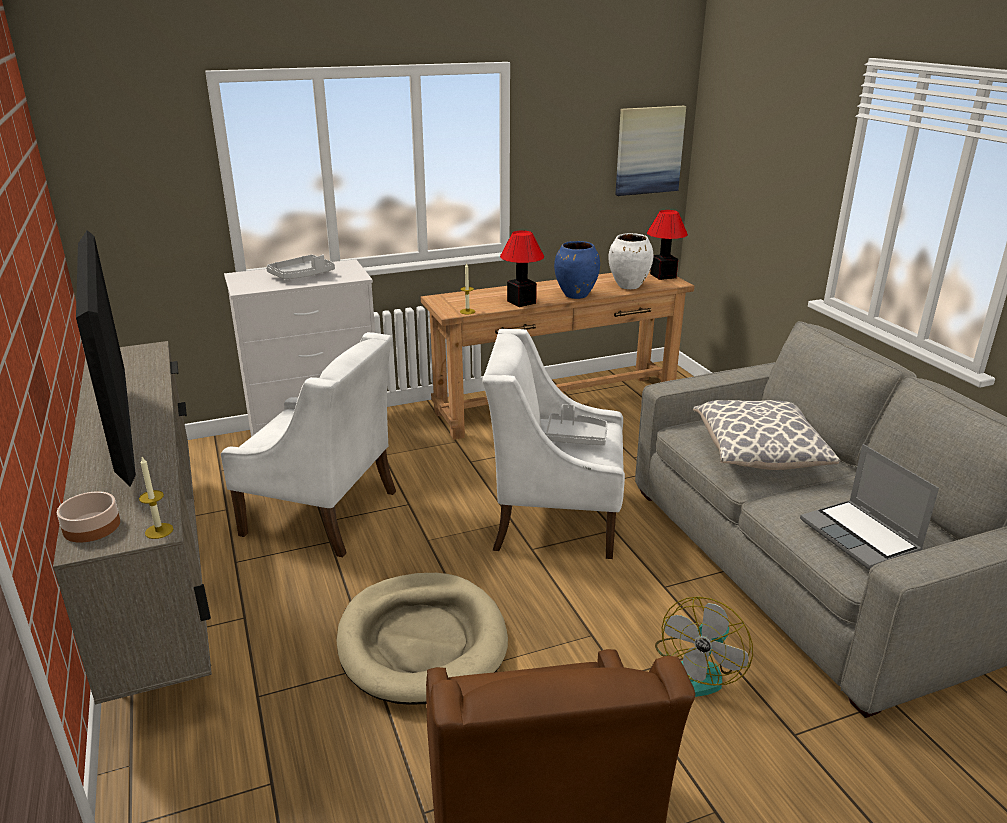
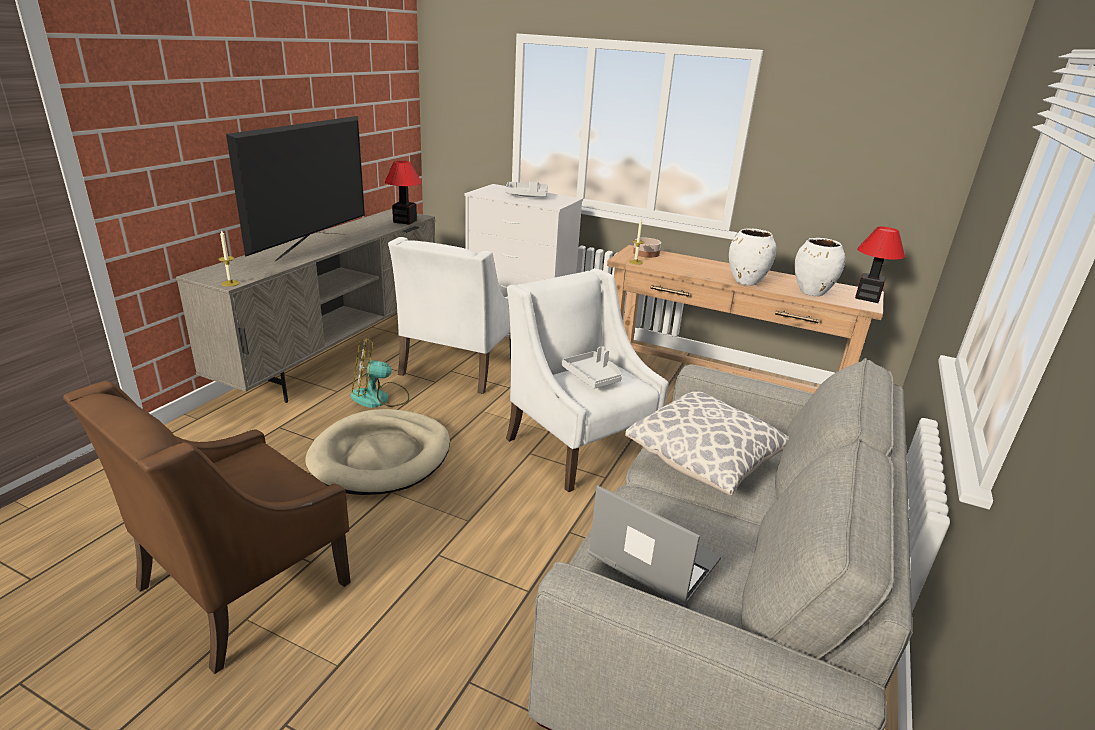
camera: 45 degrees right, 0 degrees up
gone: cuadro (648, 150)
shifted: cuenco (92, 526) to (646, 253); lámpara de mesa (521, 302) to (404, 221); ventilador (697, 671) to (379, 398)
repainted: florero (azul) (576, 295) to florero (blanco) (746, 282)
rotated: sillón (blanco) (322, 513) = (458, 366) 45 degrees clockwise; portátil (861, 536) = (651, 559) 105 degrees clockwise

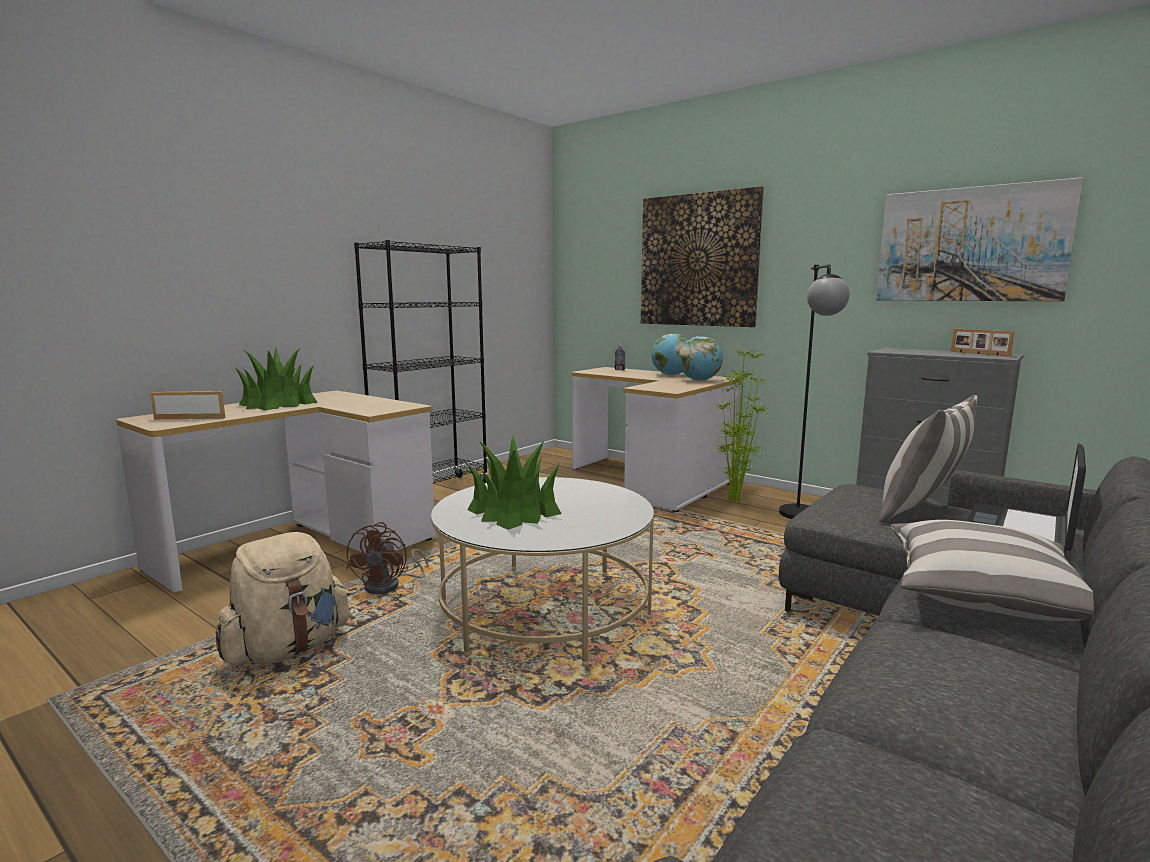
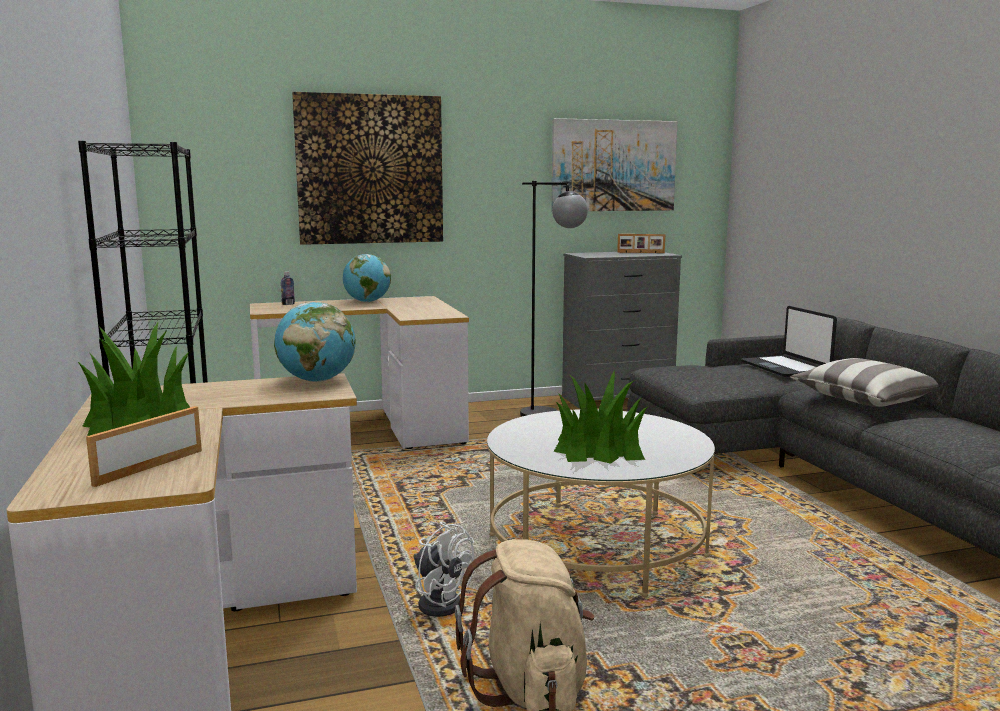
camera: 55 degrees left, 0 degrees up
gone: planta en maceta (736, 502); cojín (922, 511)
shifted: globo terráqueo (699, 380) to (317, 380)
repainted: ventilador (marrón) (390, 586) to ventilador (blanco) (440, 602)

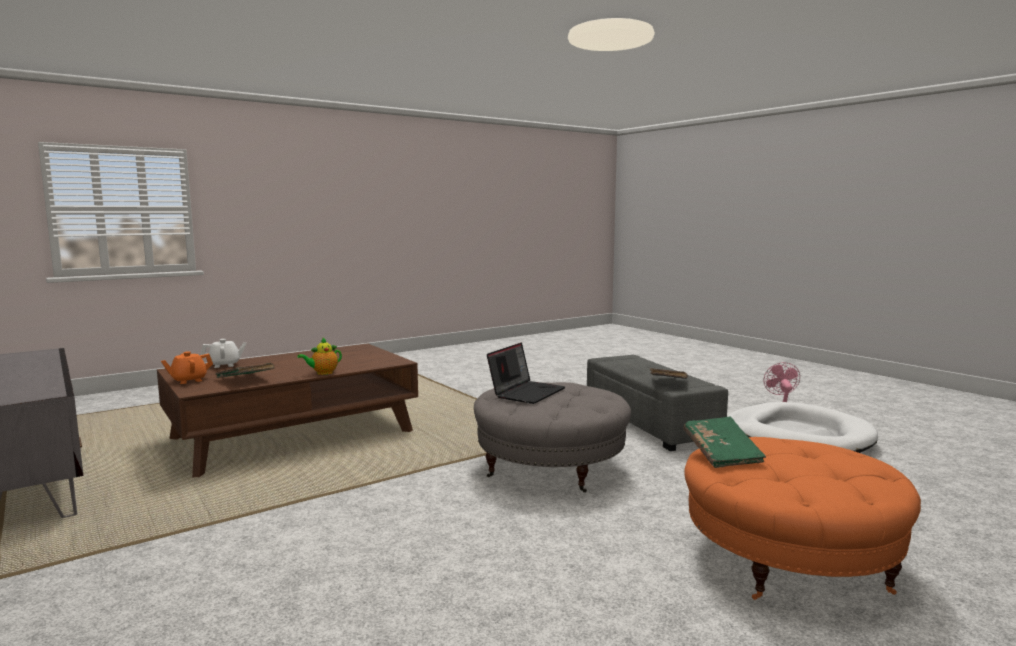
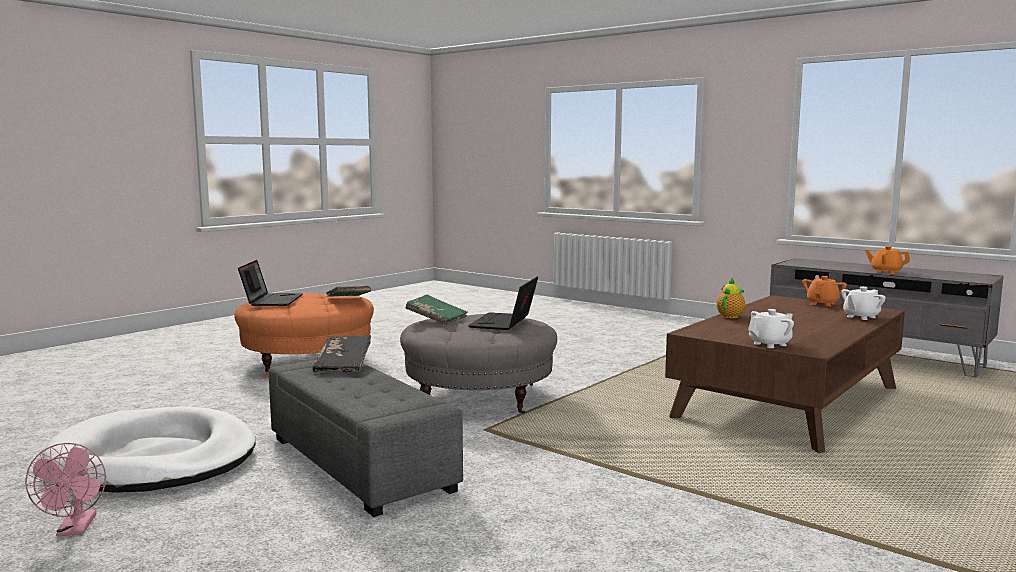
camera: 165 degrees right, 0 degrees up
new: portátil (272, 300); tetera (blanco) (770, 344); tetera (naranja) (886, 272)
shifted: libro (verde) (245, 380) to (436, 319)

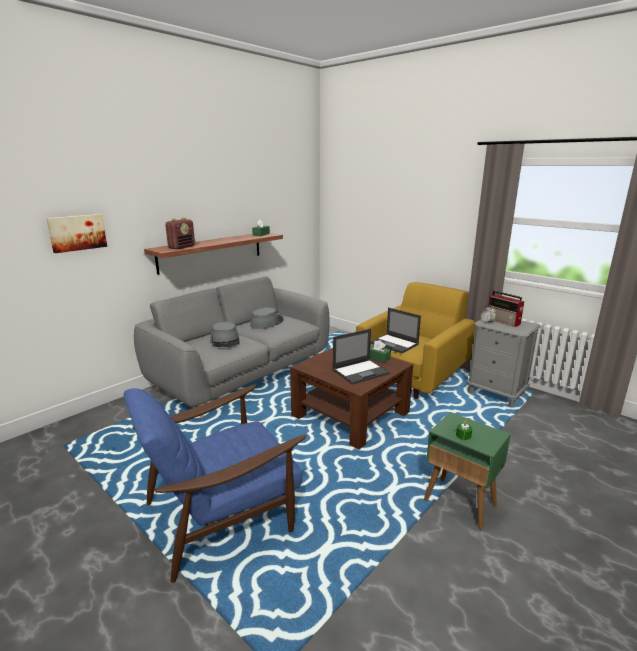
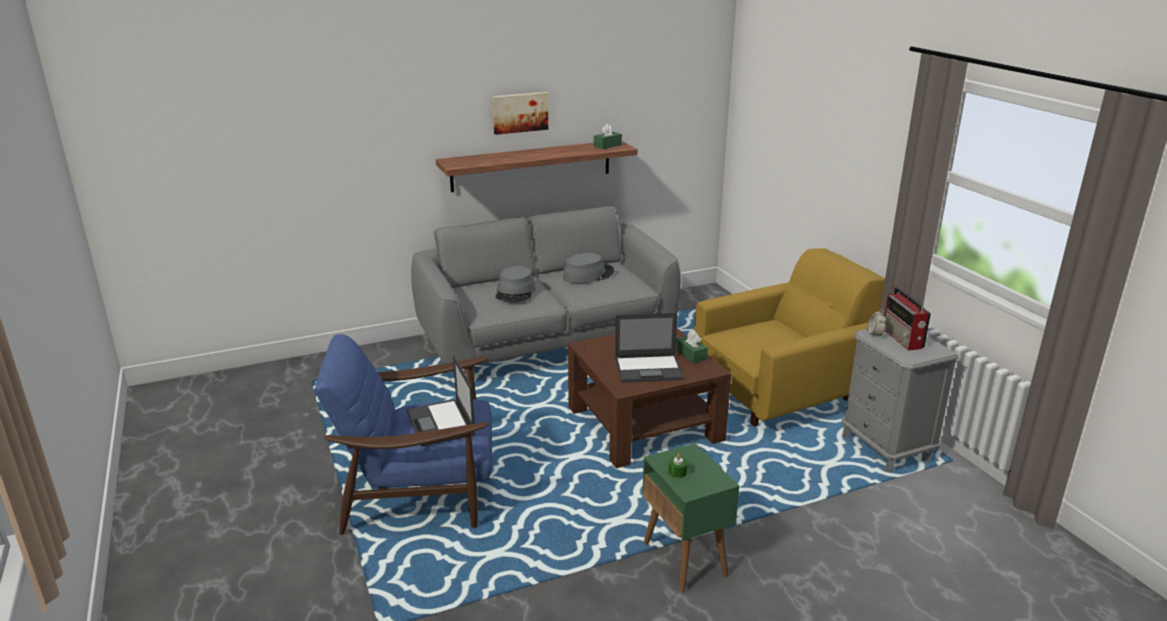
camera: 25 degrees right, 5 degrees up
gone: radio (182, 247)
shifted: cuadro (77, 232) to (519, 112); portátil (394, 344) to (441, 423)

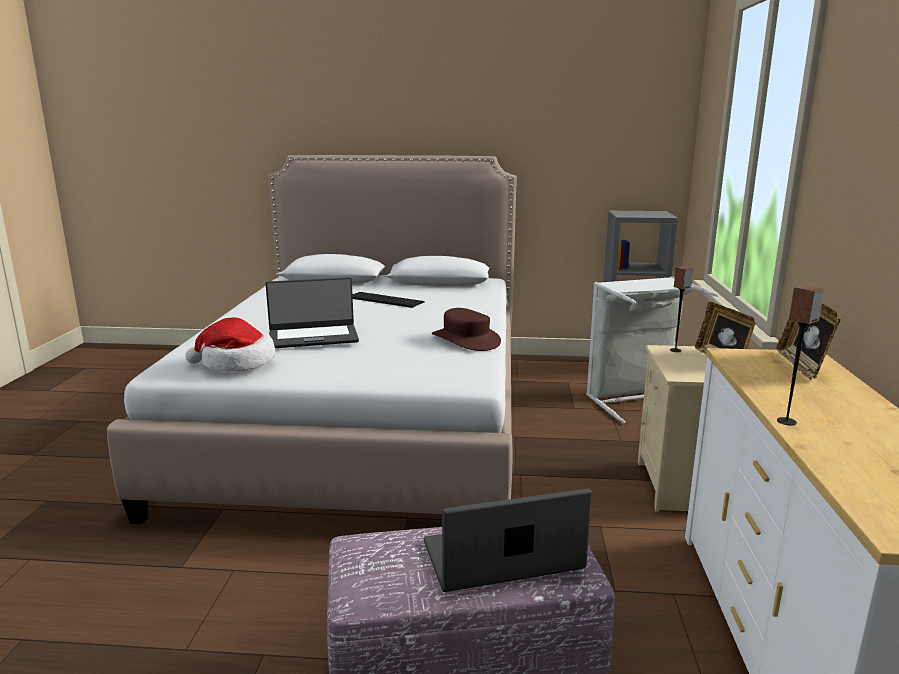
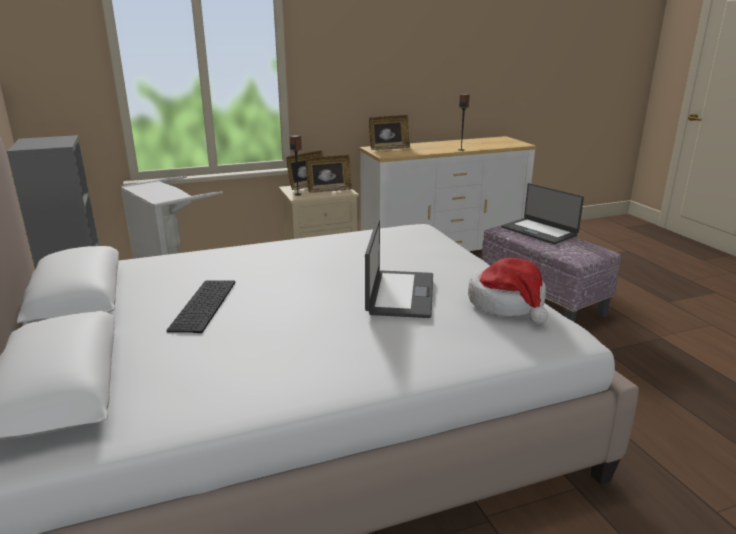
camera: 115 degrees left, 5 degrees up
gone: sombrero (marrón) (466, 339)
new: portarretratos (329, 190)
rotated: portátil (313, 337) = (399, 294) 45 degrees clockwise

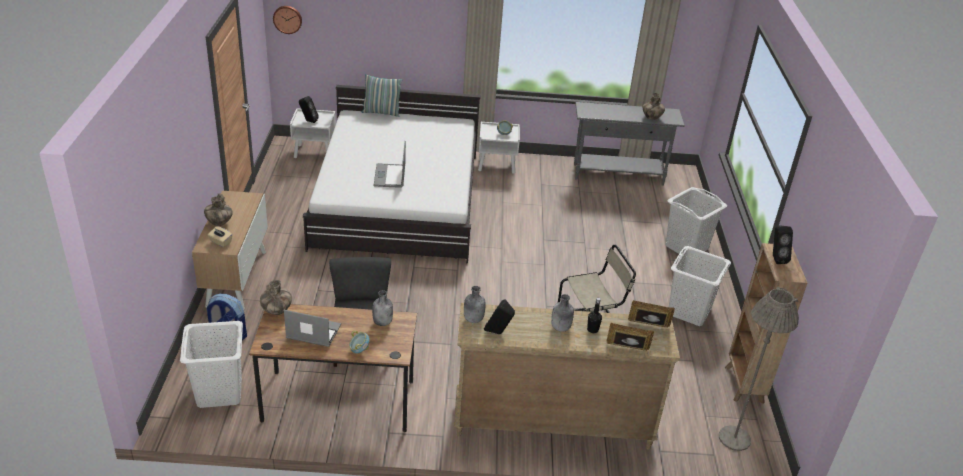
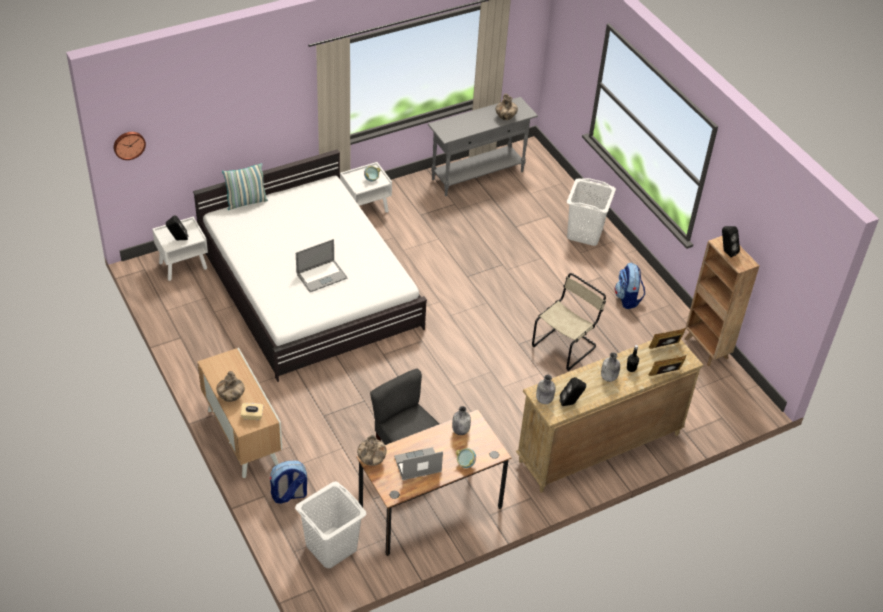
camera: 30 degrees left, 10 degrees up
gone: lámpara de pie (gris) (734, 438)
swapped: cesto de la ropa (blanco) (689, 312) to mochila (627, 299)
rotated: portátil (389, 176) = (321, 276) 90 degrees counterclockwise

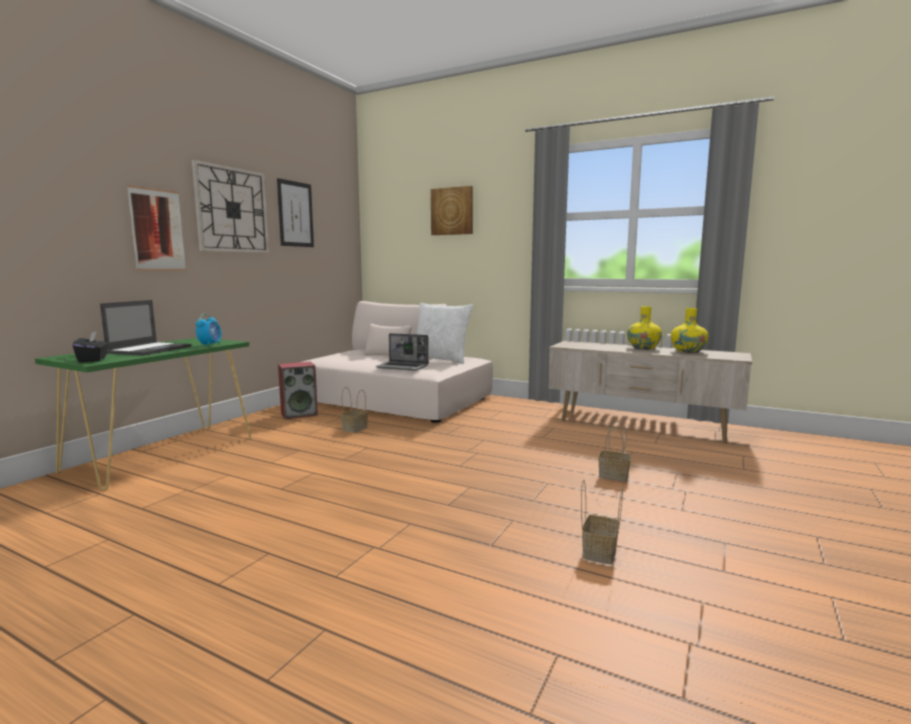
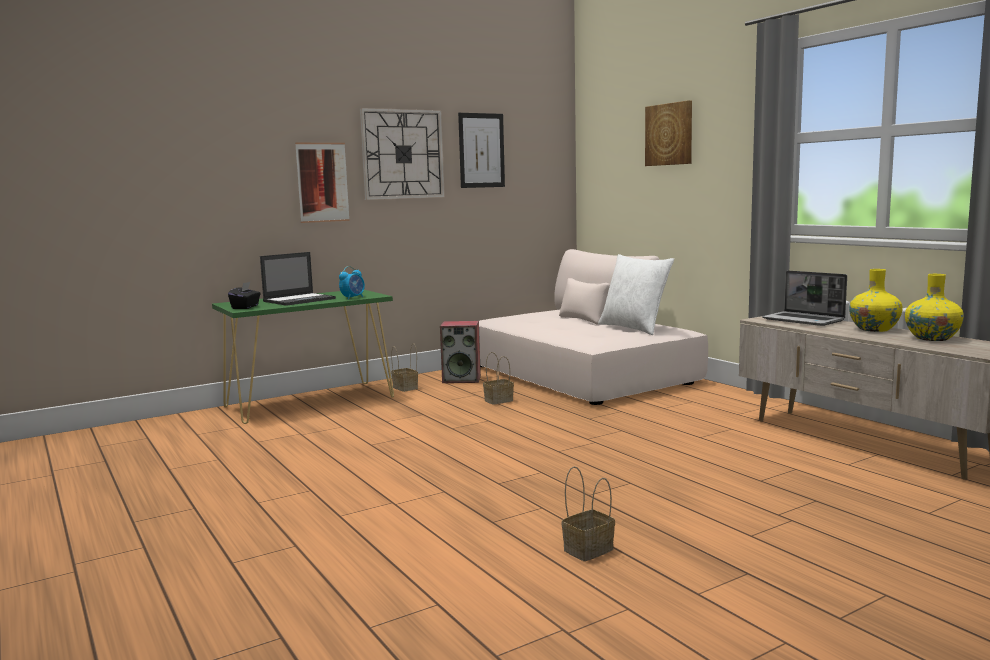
camera: 30 degrees right, 0 degrees up
shifted: portátil (403, 367) to (804, 320); cesta (614, 475) to (406, 388)

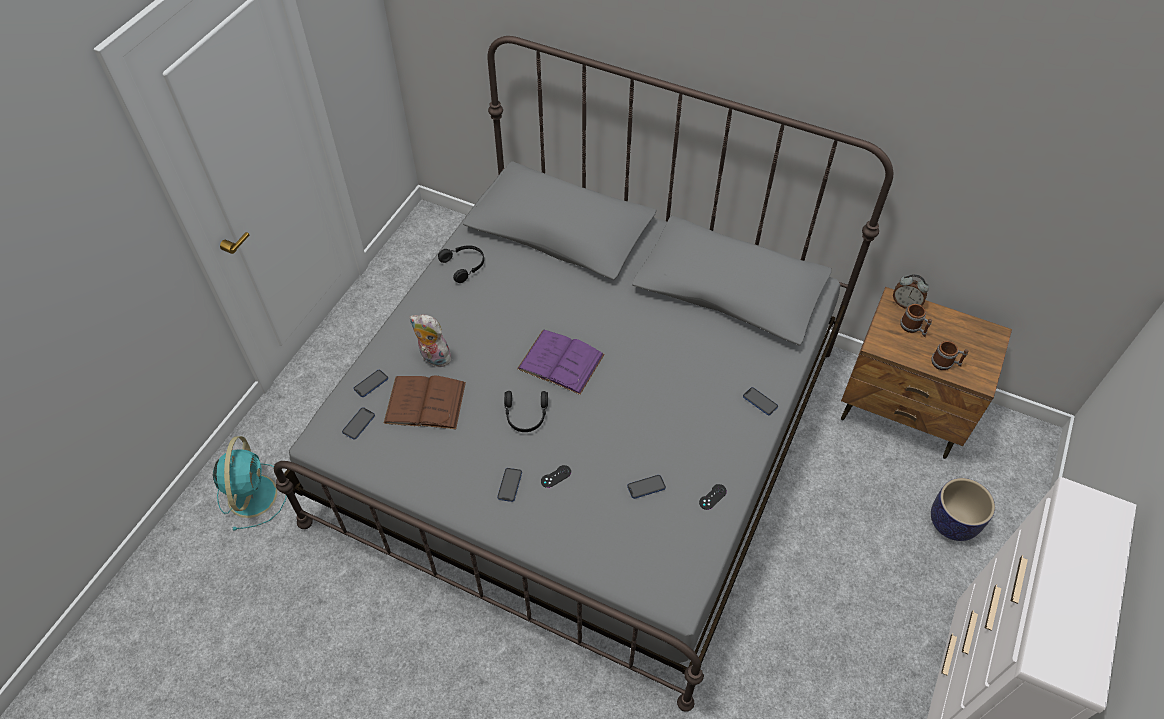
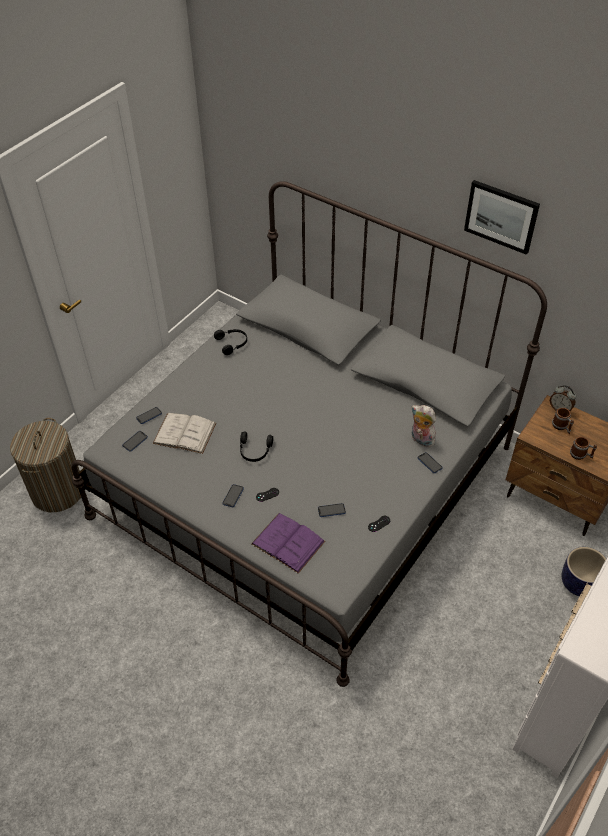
camera: 10 degrees right, 5 degrees down
new: cuadro (501, 216)
shifted: peluche (433, 357) to (420, 440); libro (morado) (561, 361) to (288, 542)
swapped: ventilador (turquesa) (253, 493) to cesto de la ropa (57, 491)
repainted: libro (marrón) (425, 402) to libro (blanco) (184, 433)

